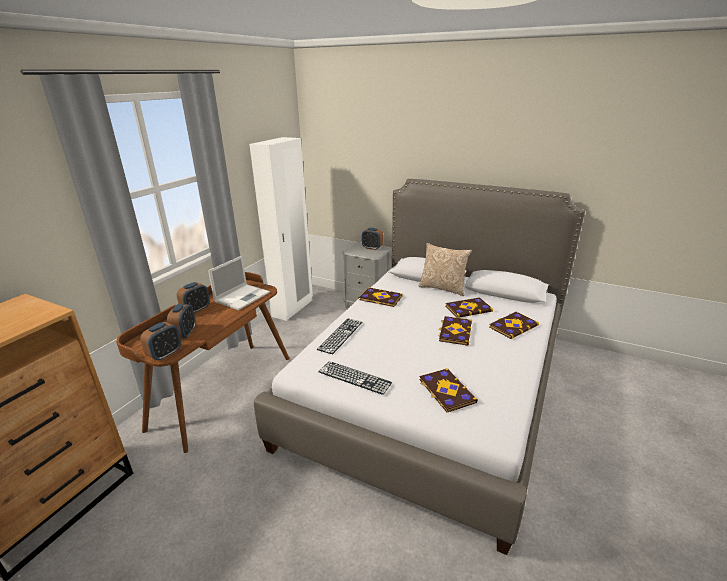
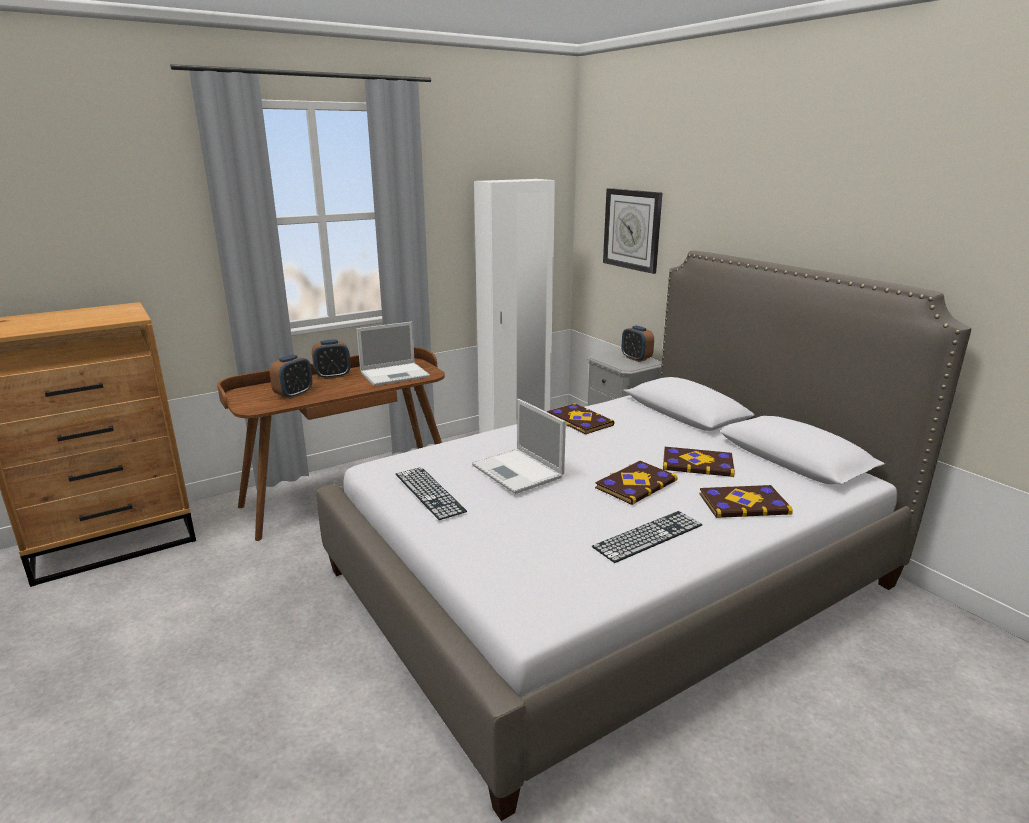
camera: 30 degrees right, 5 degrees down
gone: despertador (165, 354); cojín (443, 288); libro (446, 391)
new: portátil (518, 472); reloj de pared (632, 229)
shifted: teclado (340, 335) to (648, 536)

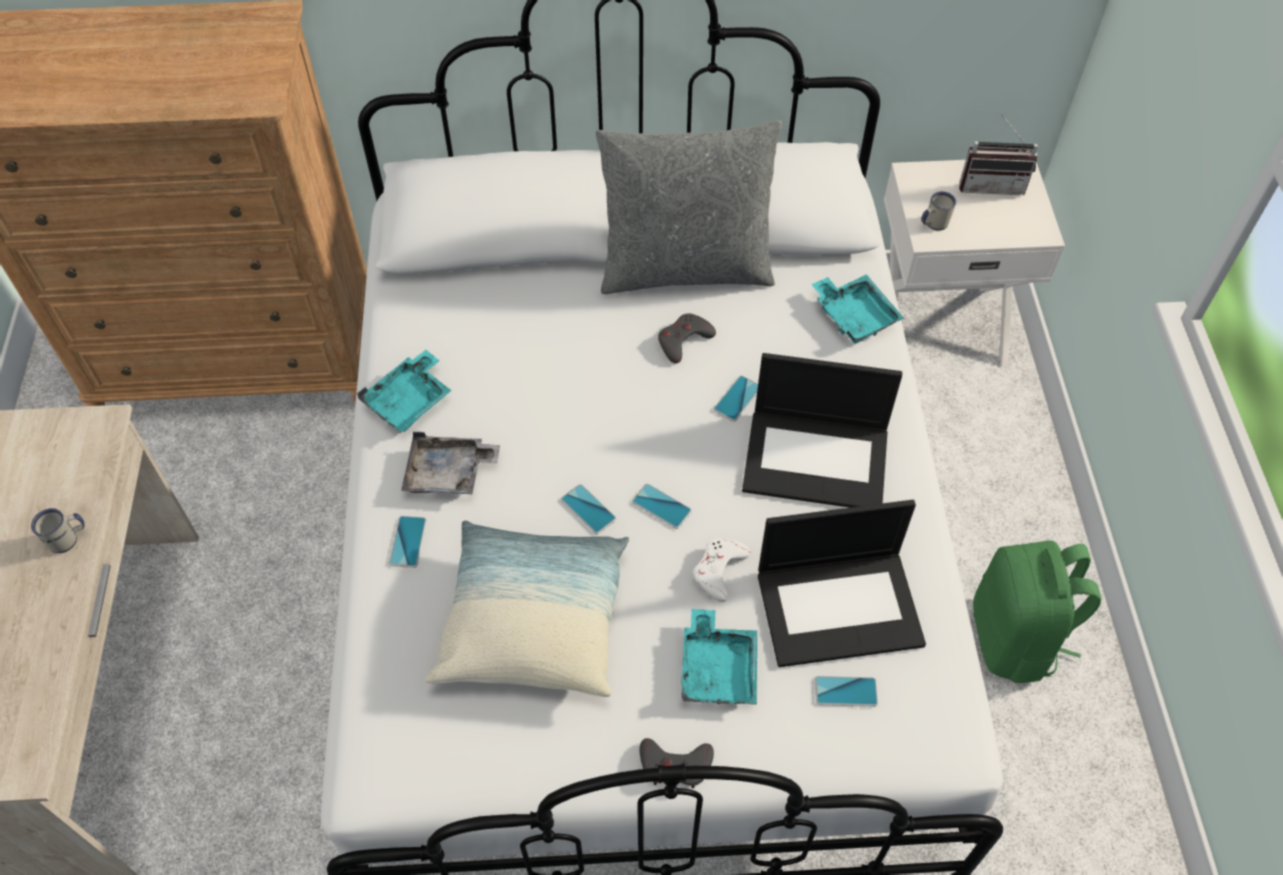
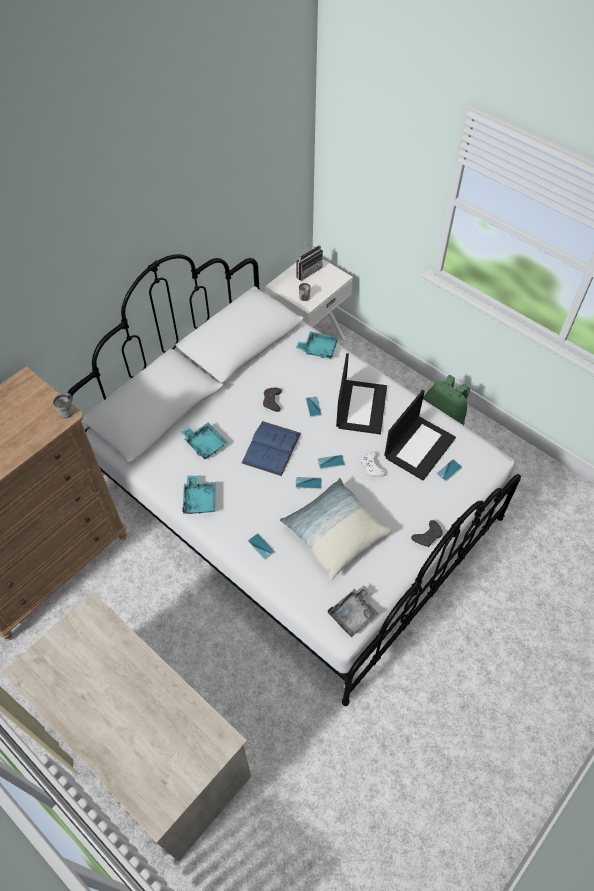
camera: 45 degrees left, 0 degrees up
gone: cojín (gris) (685, 267)
new: libro (azul) (271, 448)
shifted: taza grande (blanco) (68, 539) to (68, 410); bandeja (gris) (449, 473) to (353, 614); bandeja (turquesa) (718, 668) to (205, 444)
rotated: portátil (817, 459) = (361, 406) 45 degrees counterclockwise

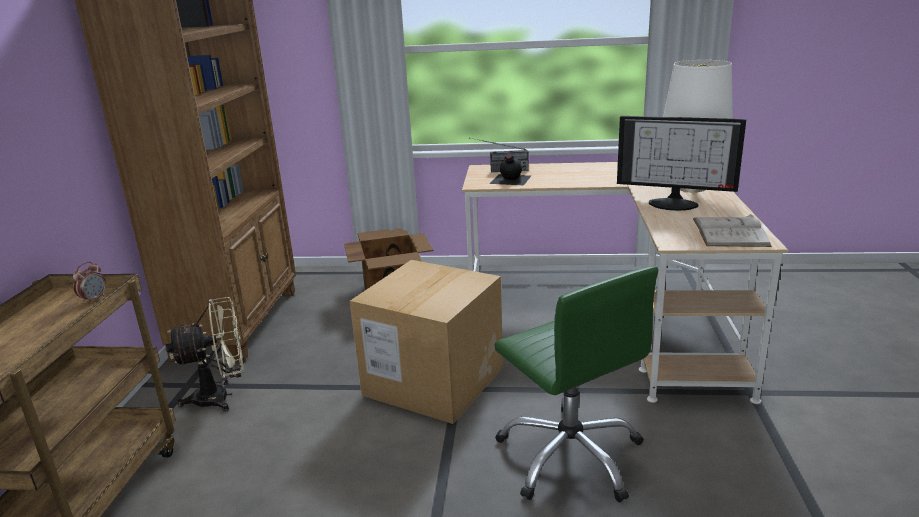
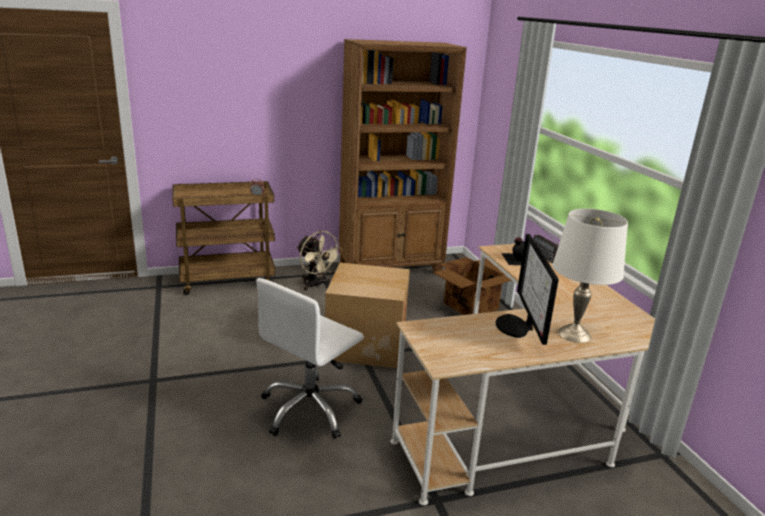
camera: 65 degrees right, 0 degrees up
gone: libro (blanco) (729, 232)
repainted: silla de oficina (verde) (570, 455) to silla de oficina (blanco) (310, 409)

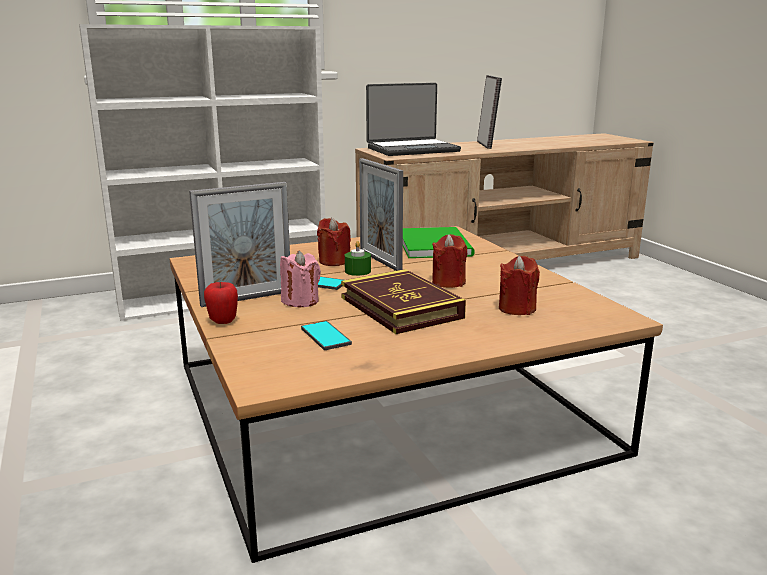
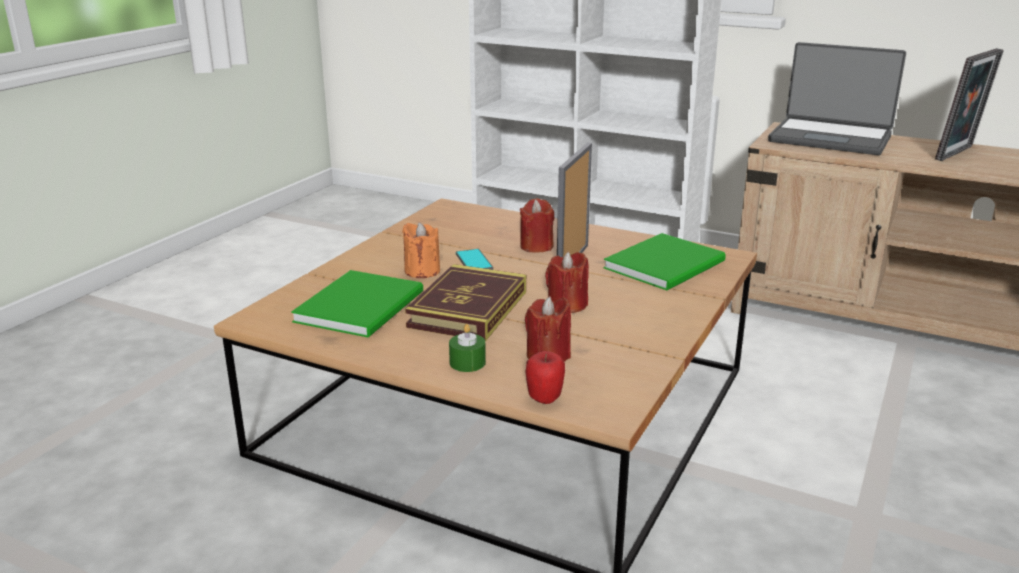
camera: 50 degrees right, 5 degrees up
gone: portarretratos (247, 298)
shifted: manzana (223, 321) to (544, 399); vela (verde) (358, 271) to (467, 362)
swapped: móvil (325, 336) to libro (verde) (364, 306)
repainted: vela (rosa) (300, 301) to vela (naranja) (422, 271)

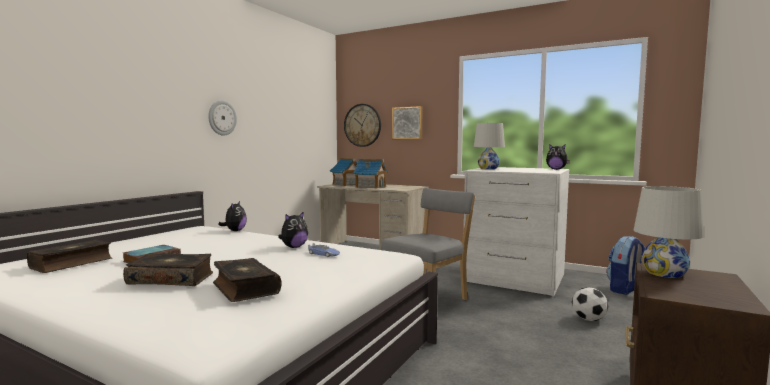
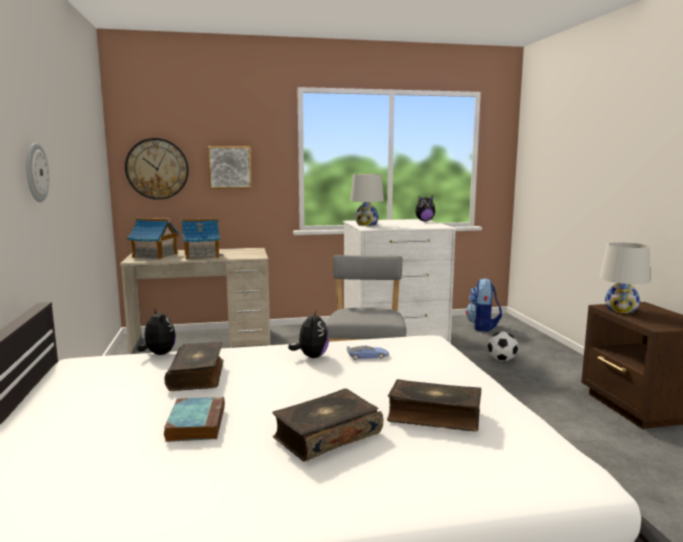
camera: 40 degrees left, 5 degrees up
shifted: libro (72, 263) to (198, 375)

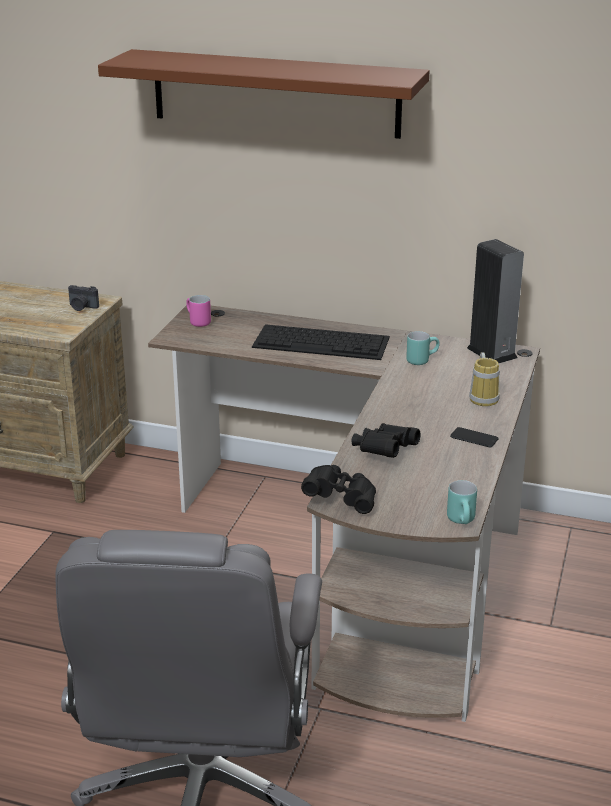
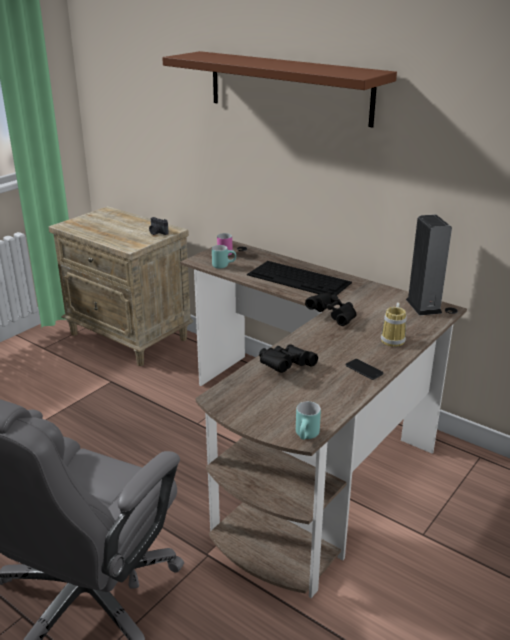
camera: 20 degrees right, 0 degrees up
shifted: prismáticos (negro) (341, 499) to (333, 316); taza grande (turquesa) (421, 360) to (223, 265)

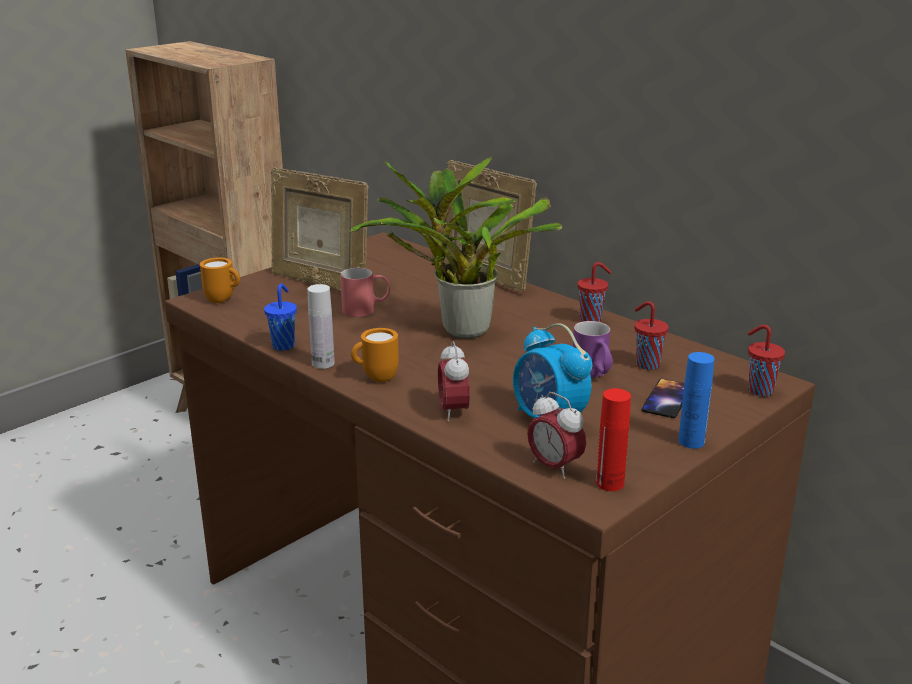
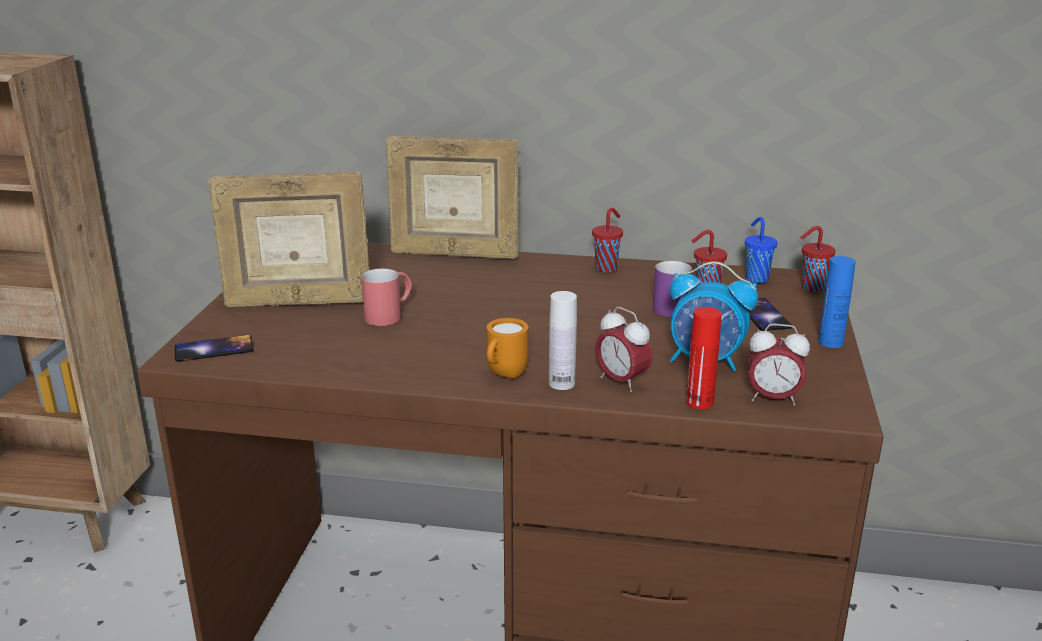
camera: 35 degrees left, 0 degrees up
gone: planta en maceta (459, 329)
shifted: taza (azul) (284, 345) to (756, 279); botella (blanco) (323, 363) to (561, 383); botella (rojo) (610, 483) to (699, 402)
swapped: taza grande (naranja) (224, 300) to móvil (214, 349)

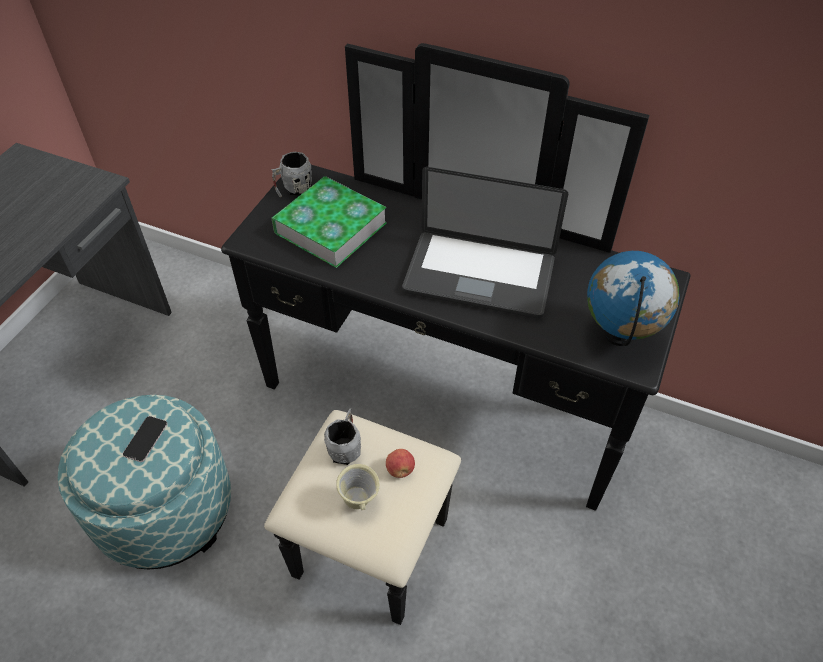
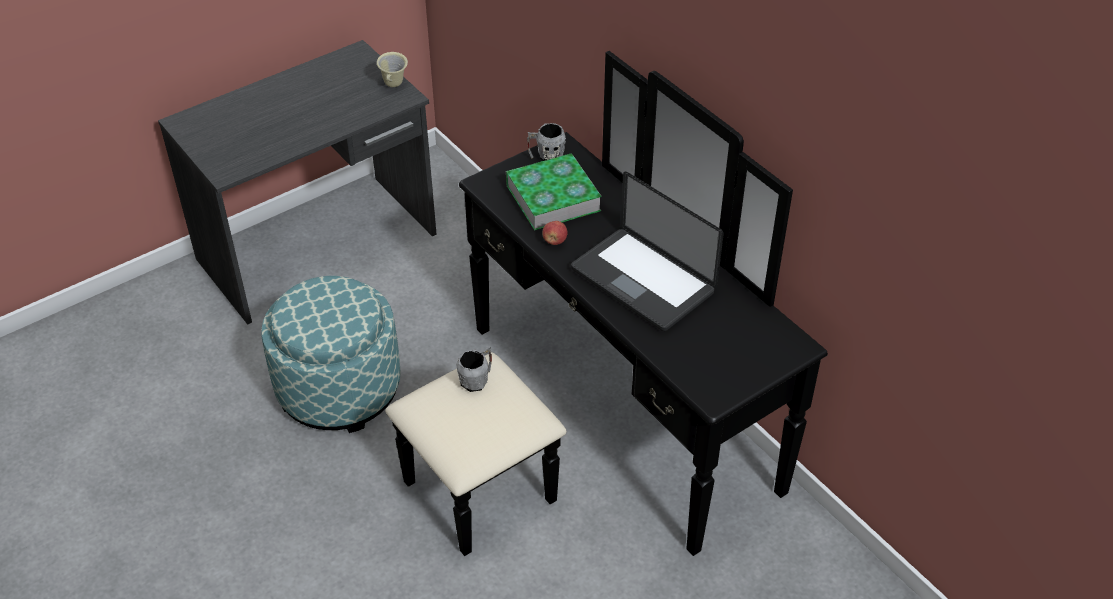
camera: 30 degrees right, 5 degrees down
gone: móvil (145, 439); globo terráqueo (619, 336)
shifted: taza grande (beis) (360, 502) to (394, 85); manzana (400, 470) to (554, 241)

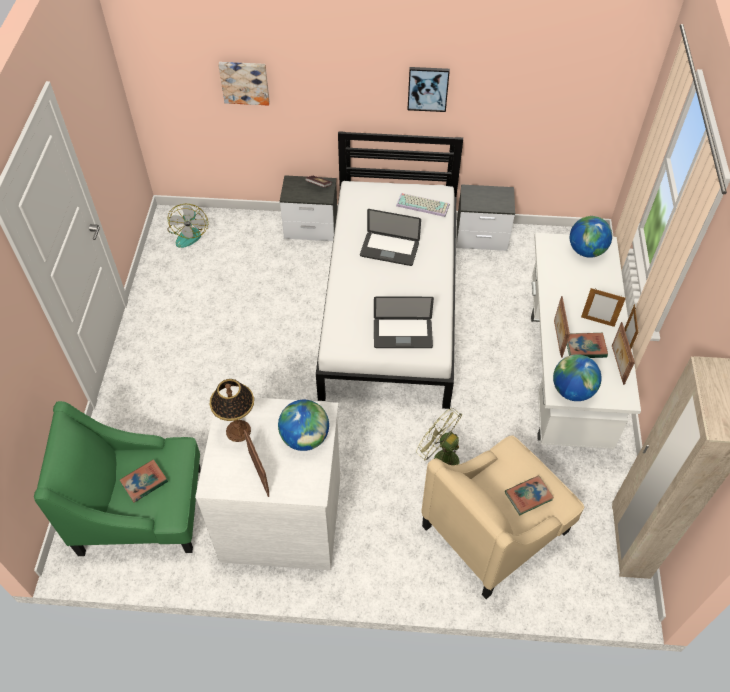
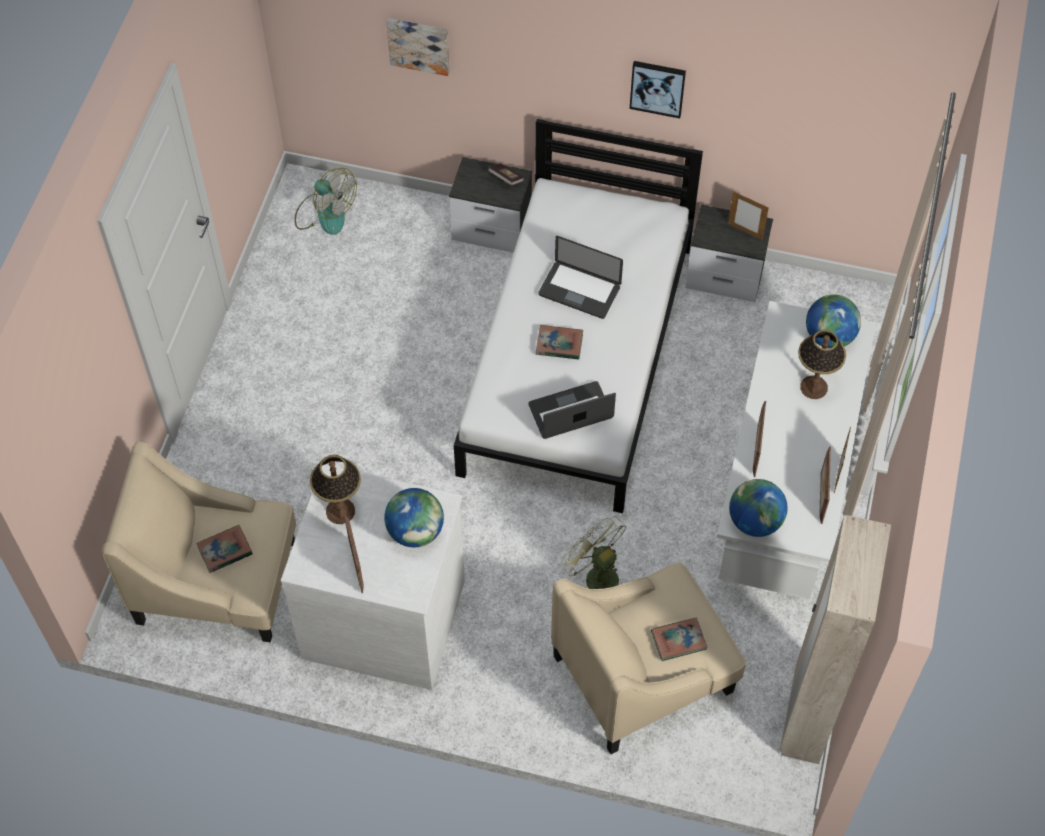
camera: 10 degrees right, 5 degrees up
gone: teclado (423, 205)
new: lámpara de mesa (813, 387)
shifted: libro (585, 347) to (559, 344); portarretratos (597, 321) to (745, 231)
repainted: sillón (verde) (142, 510) to sillón (beis) (217, 581)
rotated: ventilador (189, 233) = (325, 213) 60 degrees counterclockwise; portátil (402, 334) = (570, 411) 150 degrees clockwise

